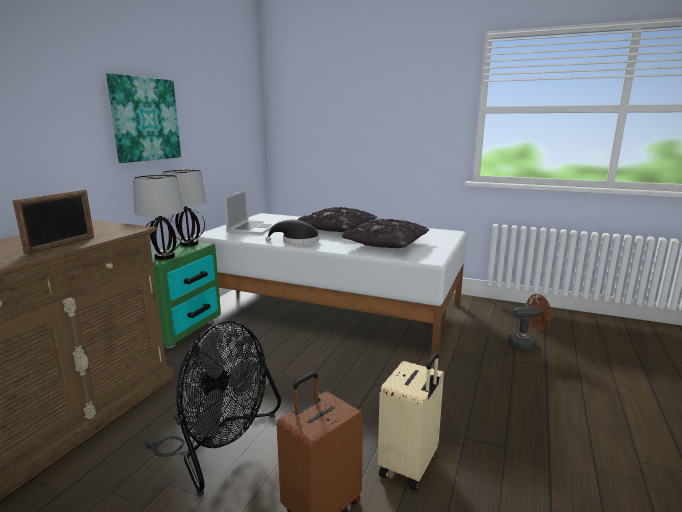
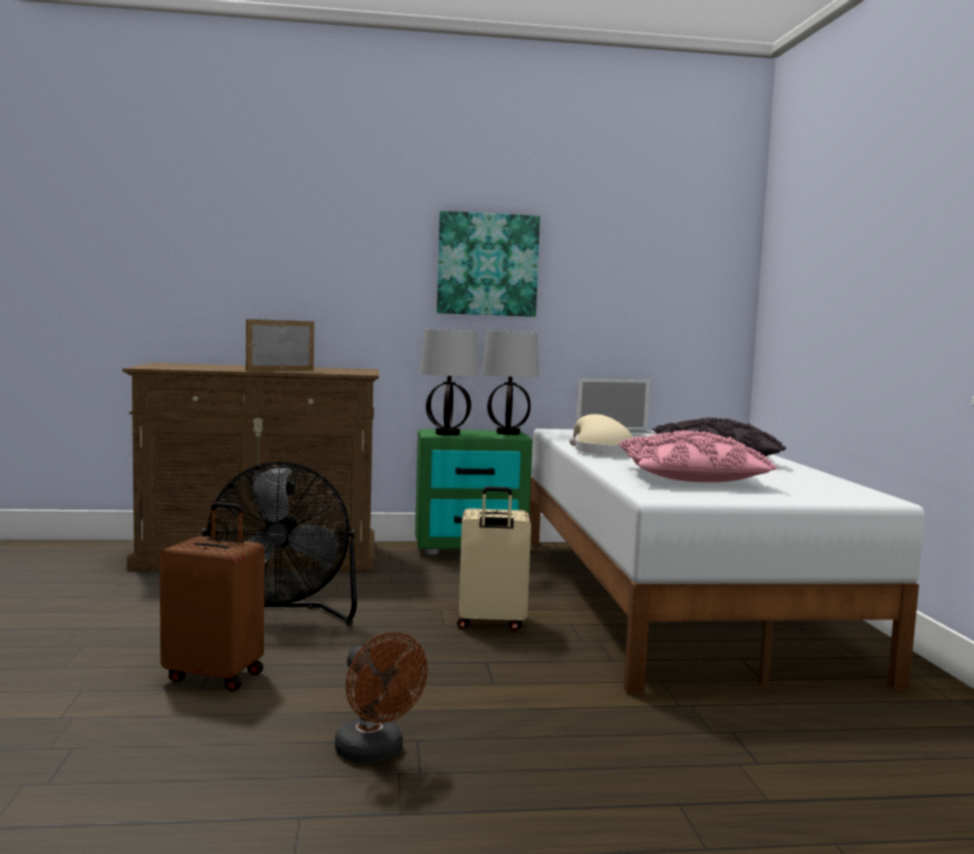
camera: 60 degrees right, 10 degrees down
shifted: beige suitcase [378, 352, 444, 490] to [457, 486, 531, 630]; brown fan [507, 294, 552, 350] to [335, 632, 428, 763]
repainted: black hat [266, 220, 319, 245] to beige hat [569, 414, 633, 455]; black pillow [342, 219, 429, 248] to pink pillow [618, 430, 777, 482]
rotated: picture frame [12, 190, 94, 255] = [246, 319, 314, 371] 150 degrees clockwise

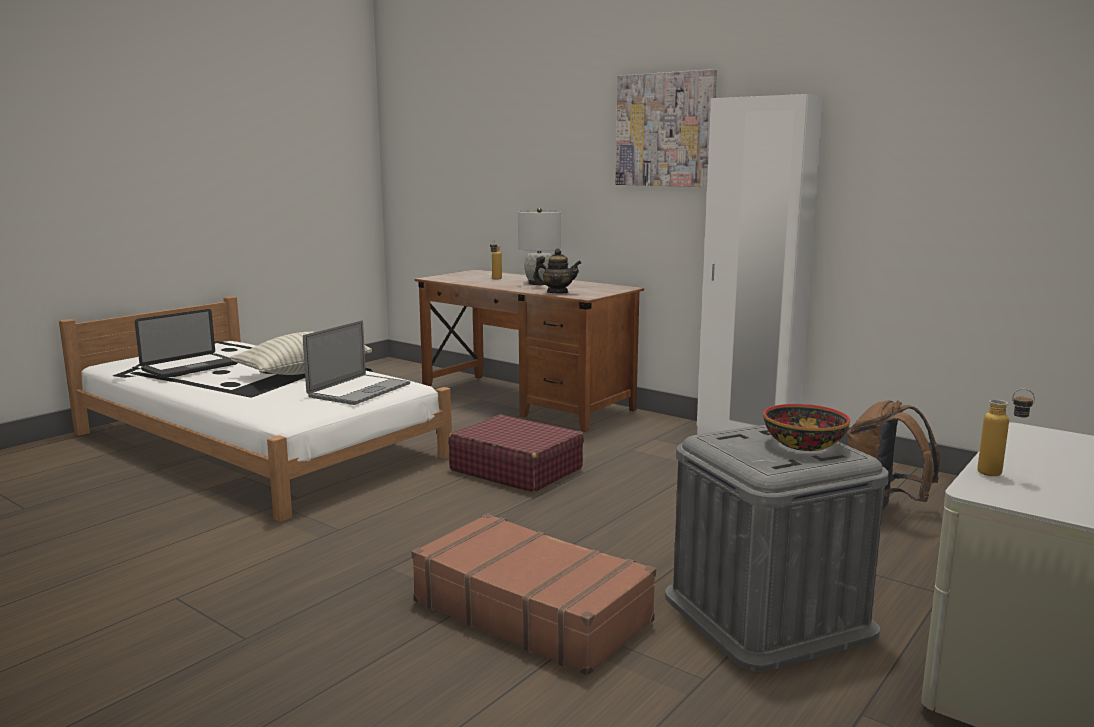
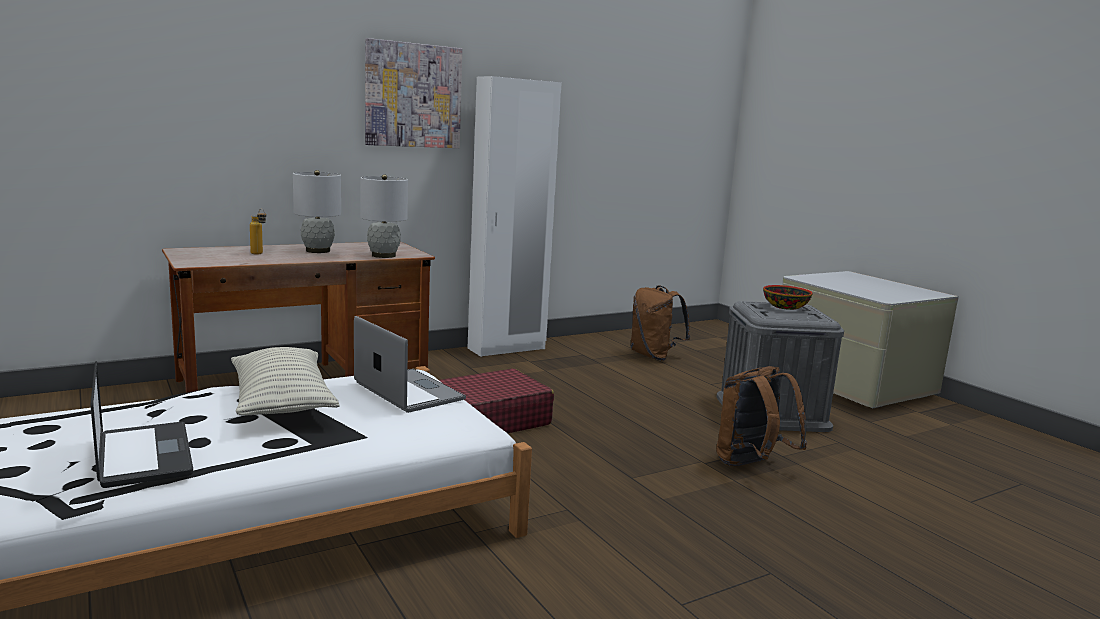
camera: 70 degrees left, 0 degrees up
gone: bottle [977, 389, 1035, 476]
swapped: brown suitcase [411, 513, 656, 676] to brown backpack [716, 366, 808, 466]; teapot [533, 249, 581, 293] to white table lamp [361, 174, 408, 258]

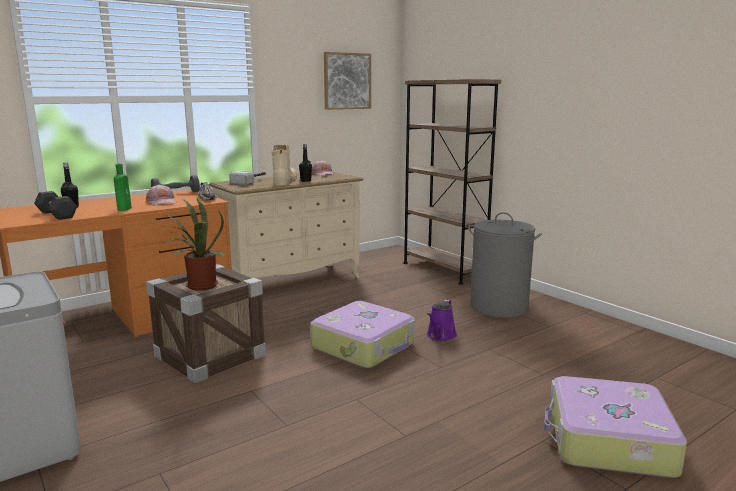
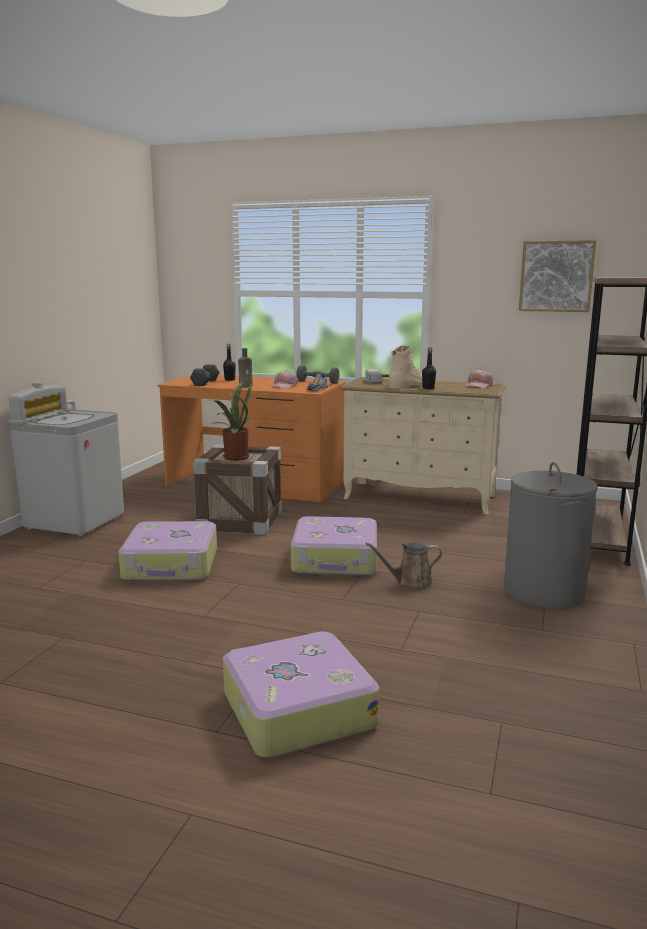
camera: 55 degrees right, 0 degrees up
new: suitcase [118, 521, 217, 581]
repainted: green bottle [114, 164, 132, 211] to brown bottle [238, 348, 253, 387]; purple watering can [427, 299, 457, 341] to brown watering can [366, 542, 442, 589]

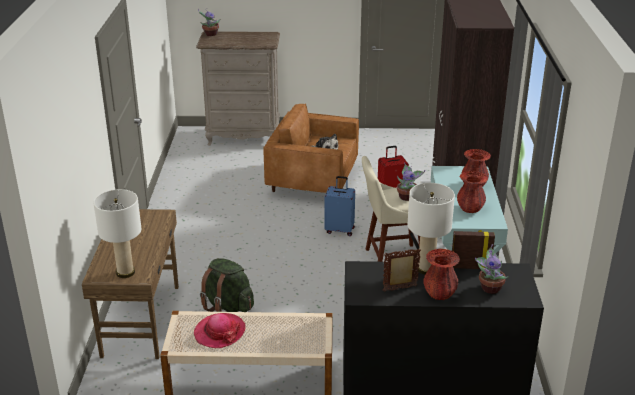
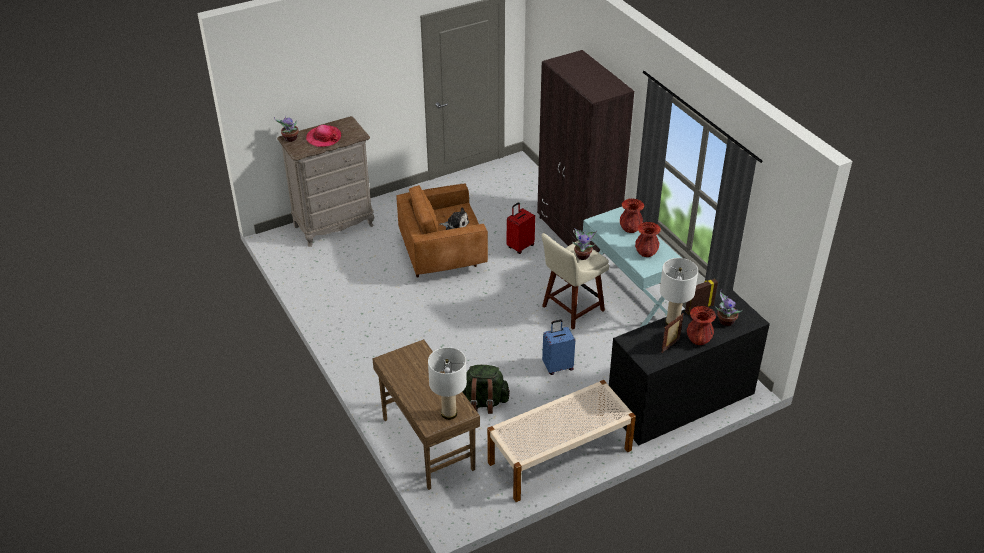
camera: 30 degrees left, 10 degrees up
shifted: hat [194, 313, 246, 348] to [306, 125, 341, 147]; blue suitcase [324, 176, 355, 236] to [542, 320, 575, 375]

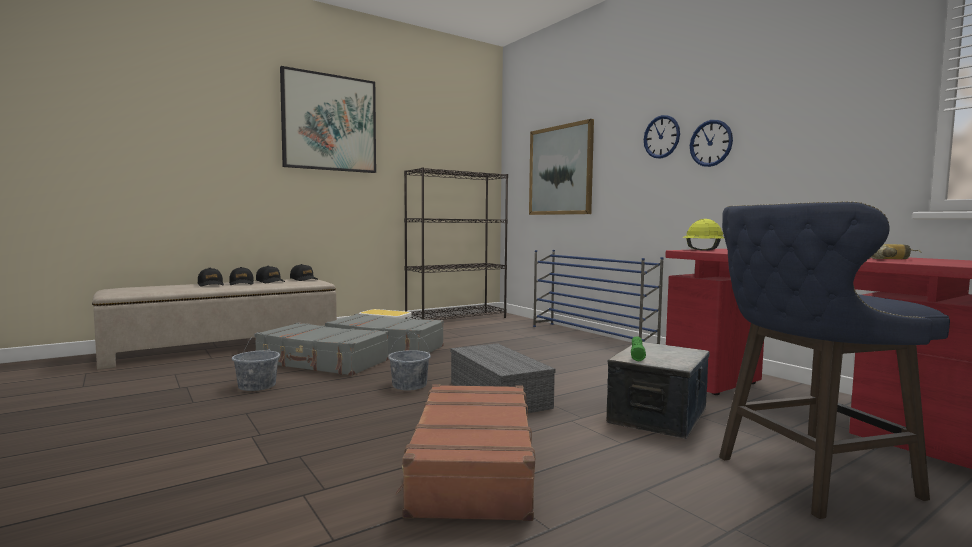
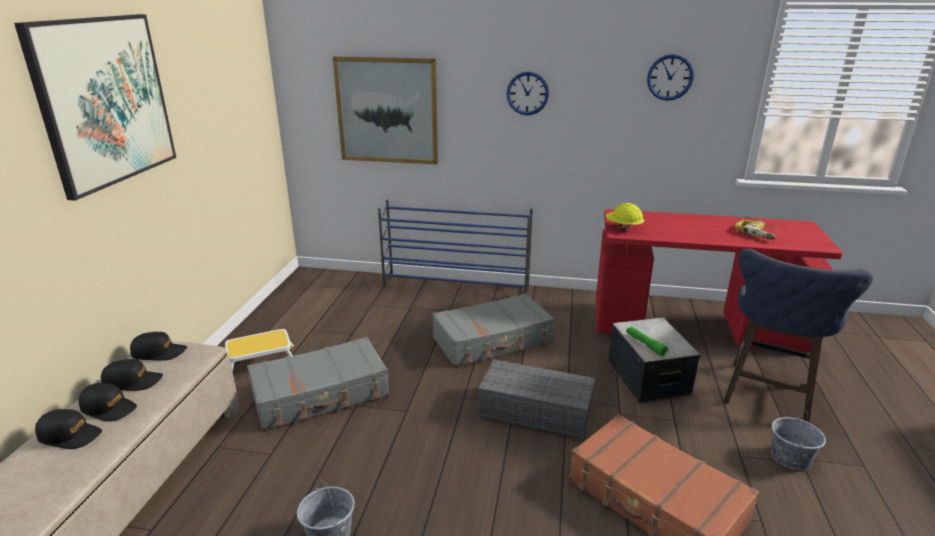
camera: 45 degrees left, 20 degrees up
gone: black bookcase [404, 167, 508, 320]
shifted: grey suitcase [255, 323, 389, 376] to [432, 293, 555, 367]; grey bucket [388, 333, 431, 390] to [771, 410, 826, 470]; wall clock [690, 120, 733, 167] to [647, 54, 694, 101]

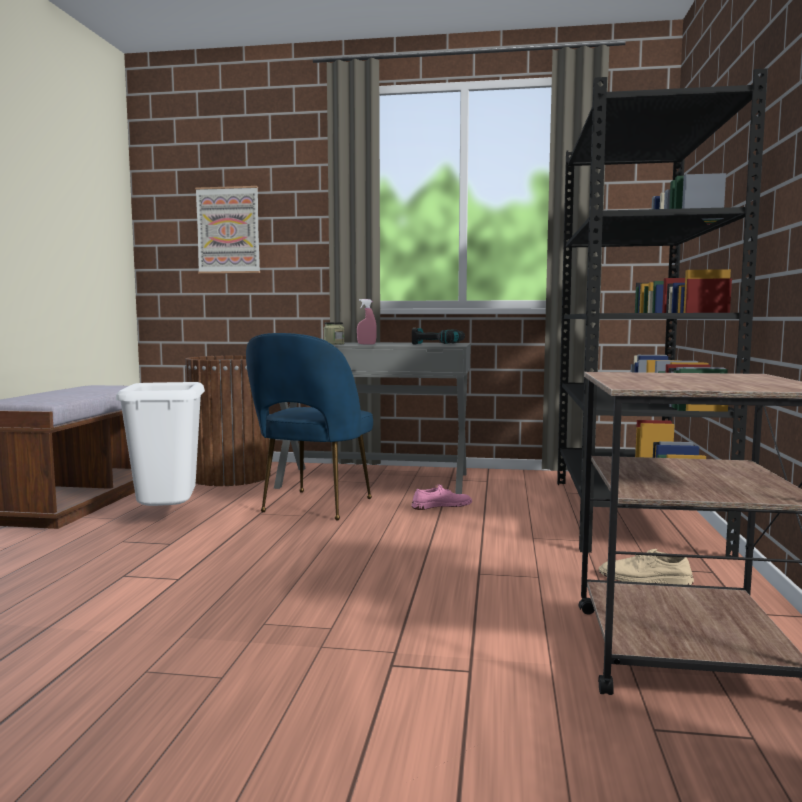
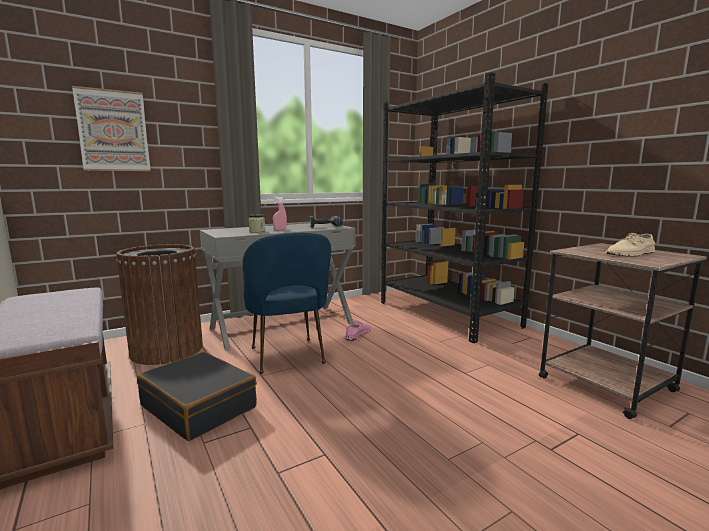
camera: 40 degrees left, 5 degrees up
shifted: beige shoe [599, 549, 694, 585] to [606, 233, 655, 256]
swapped: white trash can [116, 382, 205, 506] to black suitcase [137, 352, 257, 441]

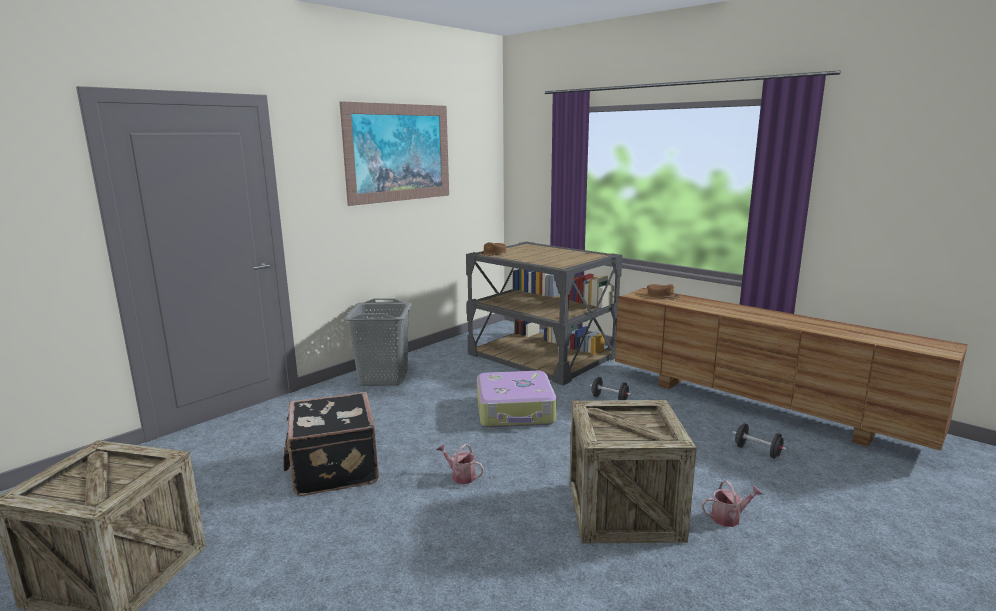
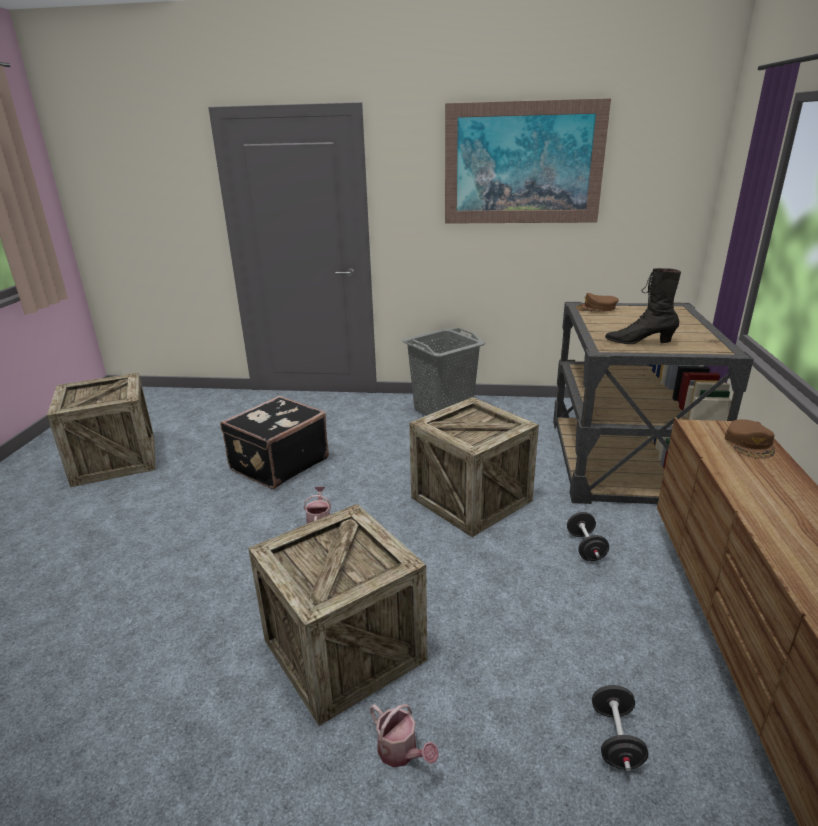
camera: 55 degrees right, 10 degrees up
new: black boot [605, 268, 681, 344]
swapped: suitcase [477, 371, 557, 427] to crate [409, 397, 539, 537]

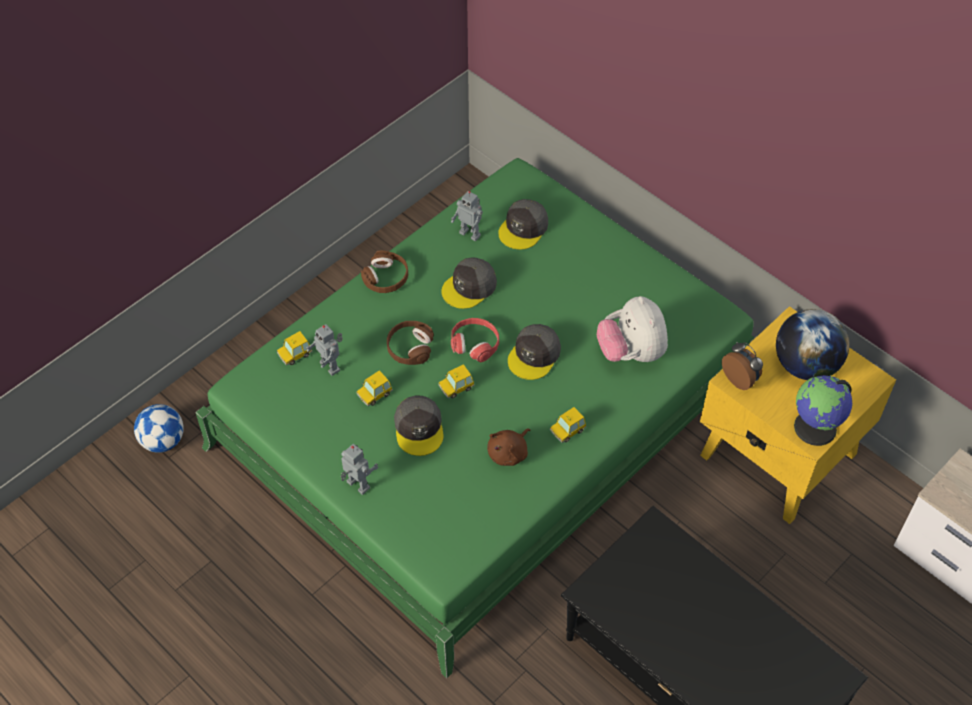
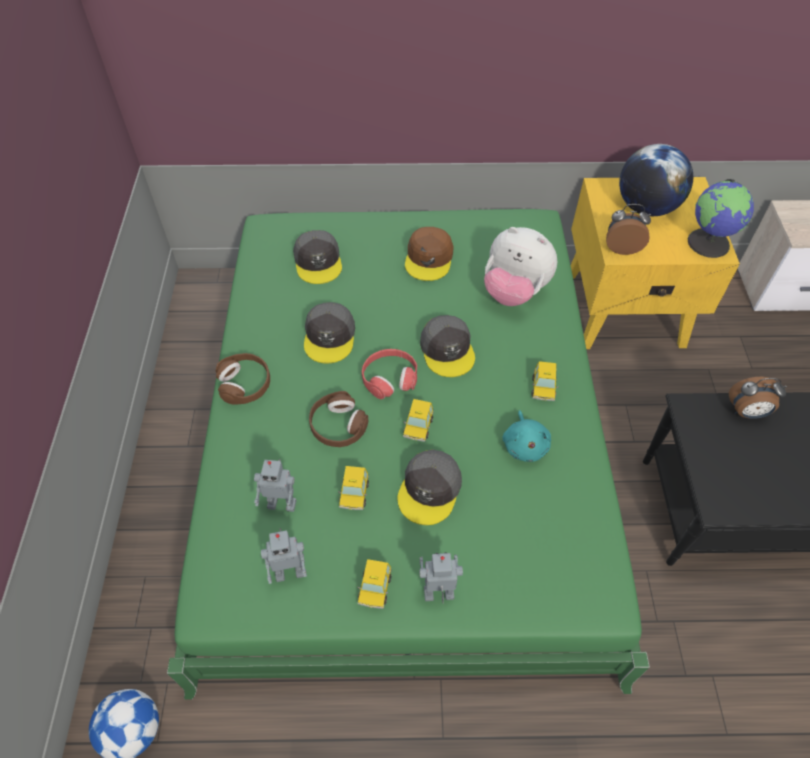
camera: 45 degrees left, 0 degrees up
new: brown cap [405, 227, 454, 281]; alarm clock [729, 377, 787, 419]
shifted: toy car [277, 331, 313, 365] to [357, 559, 392, 609]; toy robot [451, 191, 483, 241] to [261, 528, 307, 584]
repainted: brown plush toy [487, 428, 530, 466] to turquoise plush toy [502, 410, 551, 462]
rotated: grey cap [394, 396, 444, 456] = [397, 449, 462, 525] 75 degrees clockwise

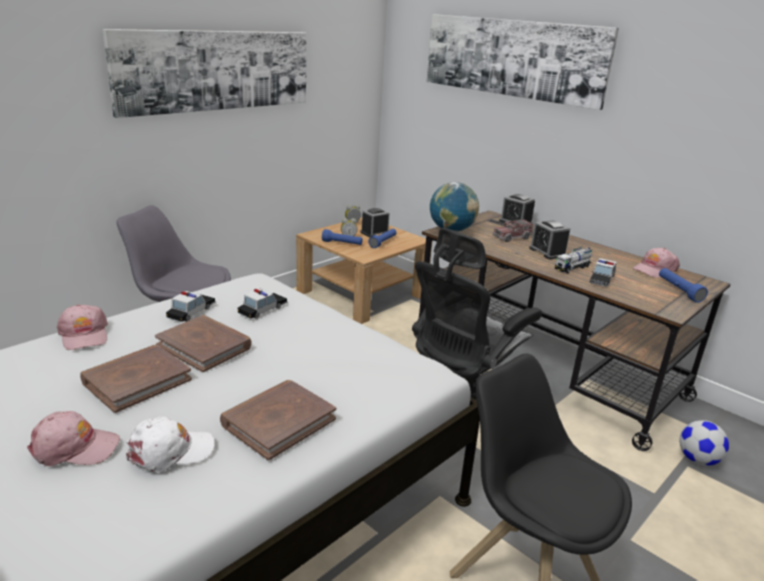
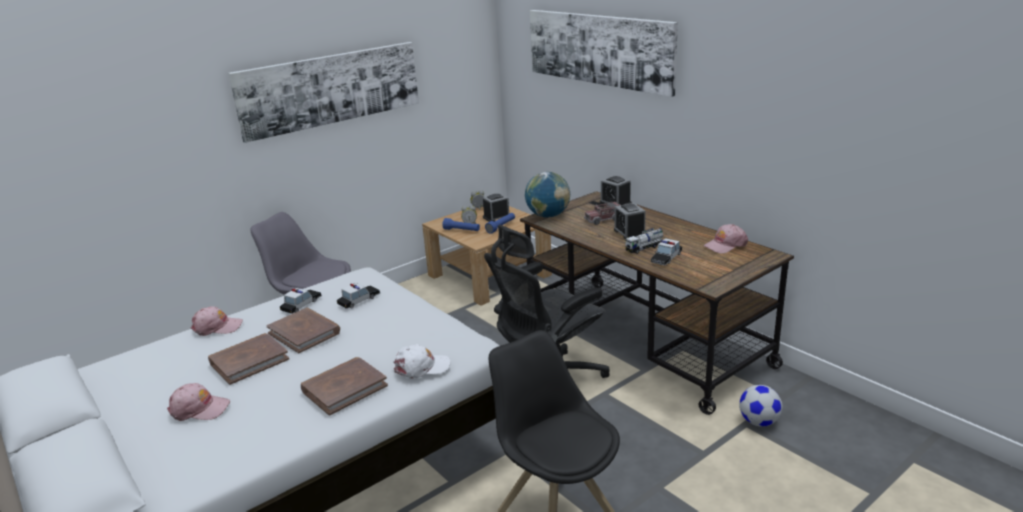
camera: 10 degrees right, 0 degrees up
gone: blue flashlight [659, 268, 708, 303]
shifted: white cap [126, 416, 215, 472] to [393, 344, 450, 379]
rotated: pink cap [57, 304, 108, 350] = [190, 306, 243, 336] 75 degrees counterclockwise

